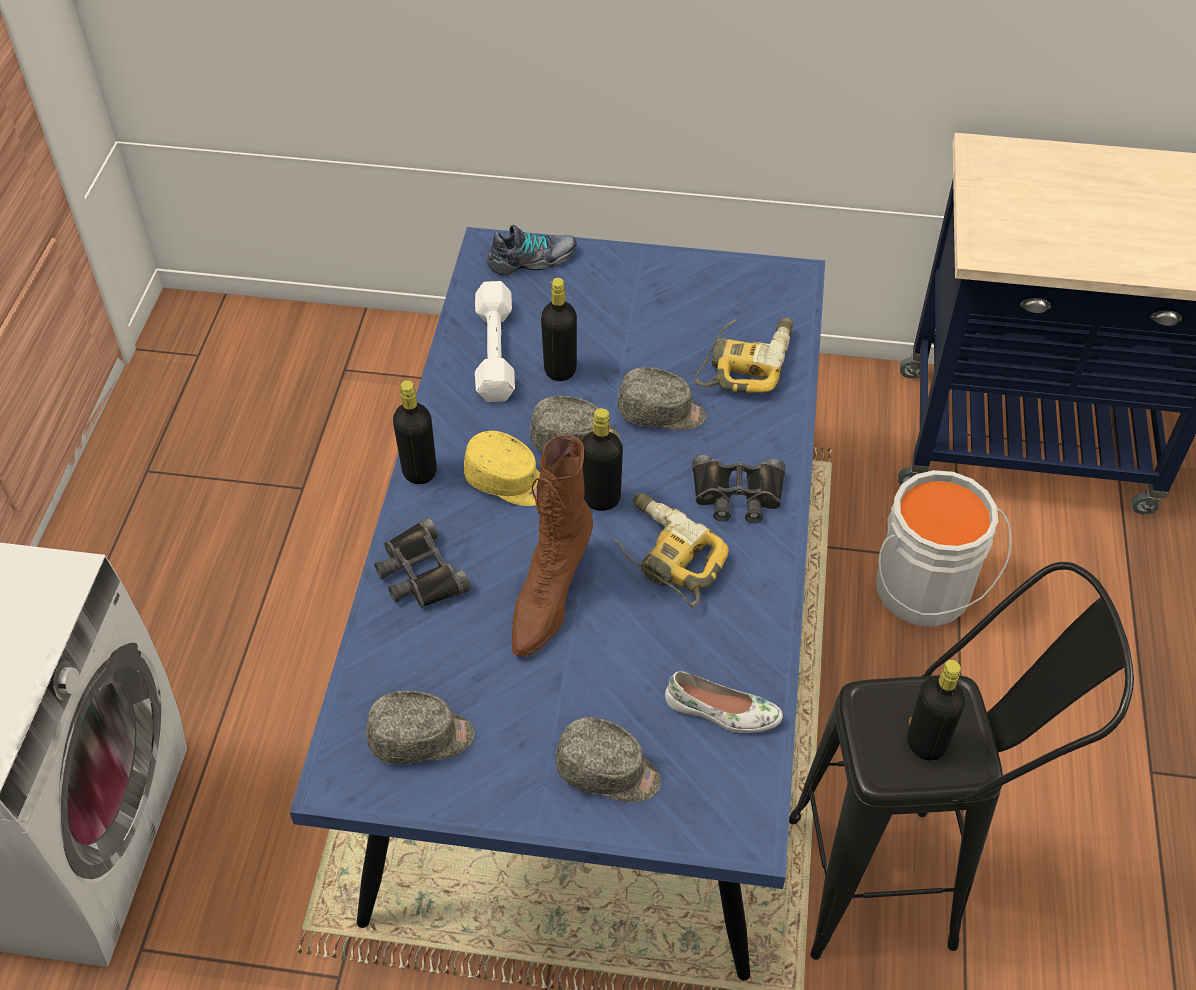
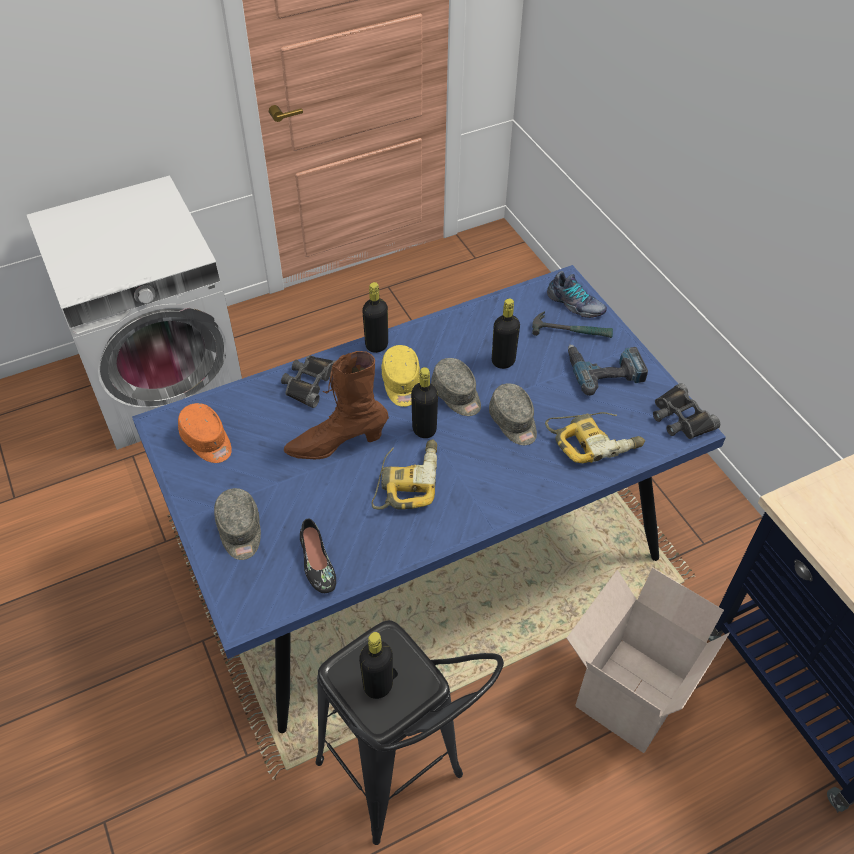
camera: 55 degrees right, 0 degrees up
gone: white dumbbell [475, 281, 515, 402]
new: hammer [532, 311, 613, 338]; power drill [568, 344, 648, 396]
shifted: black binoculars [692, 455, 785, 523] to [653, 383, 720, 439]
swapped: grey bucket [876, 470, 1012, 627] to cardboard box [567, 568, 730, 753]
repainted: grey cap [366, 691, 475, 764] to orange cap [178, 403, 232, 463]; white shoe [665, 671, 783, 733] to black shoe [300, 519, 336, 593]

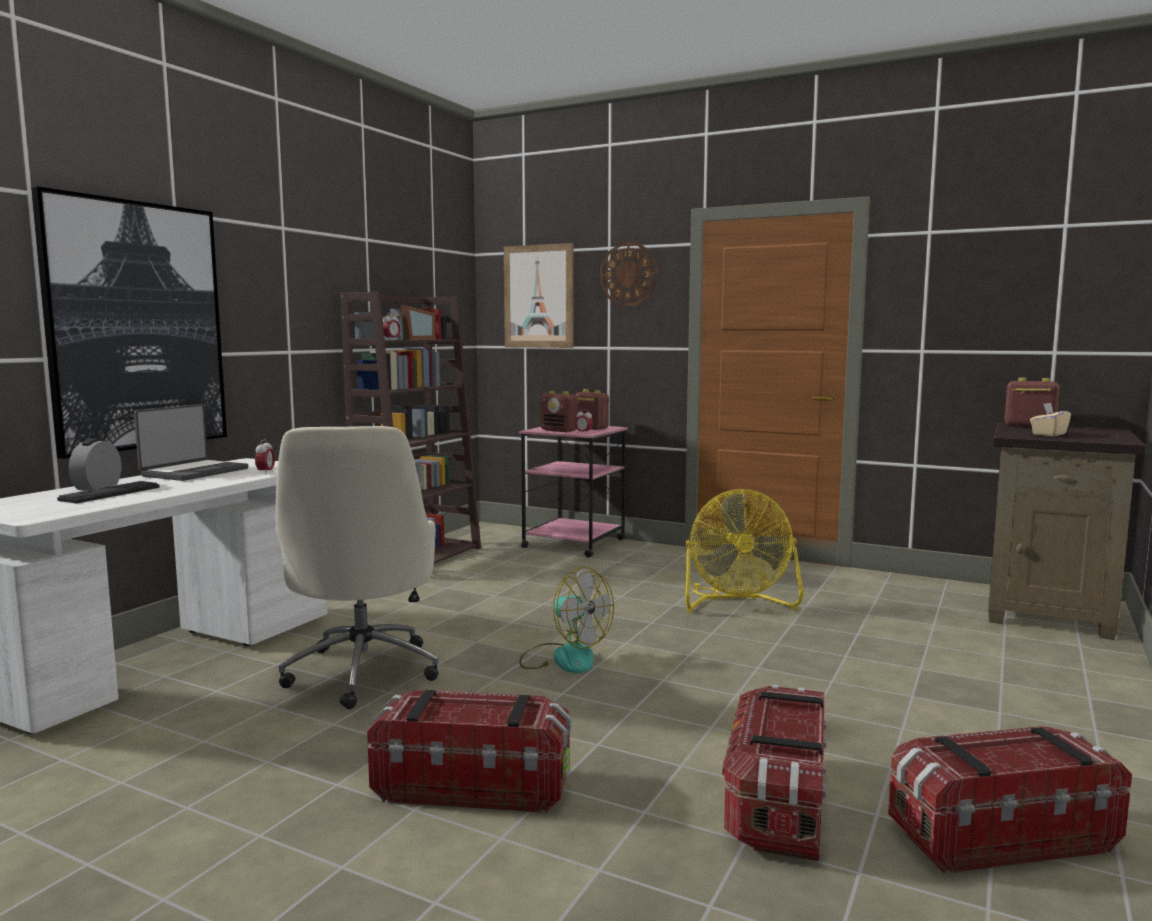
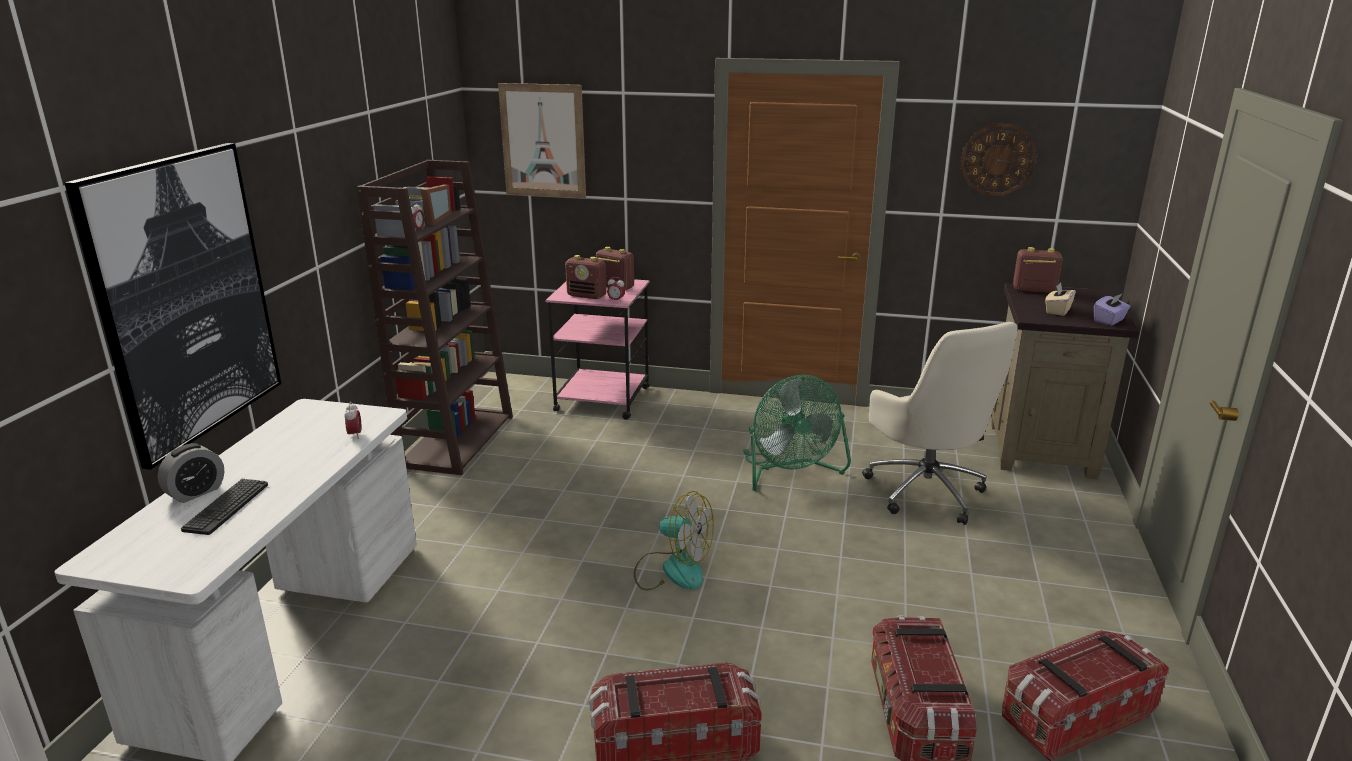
camera: 15 degrees left, 15 degrees up
gone: laptop [134, 404, 248, 481]
new: purple tissue box [1094, 293, 1130, 326]
shifted: beige office chair [276, 426, 438, 709] to [862, 322, 1018, 525]; wall clock [600, 242, 658, 306] to [960, 123, 1037, 196]
repainted: yellow fan [686, 489, 803, 613] to green fan [743, 375, 851, 491]
rotated: alarm clock [69, 439, 121, 490] = [158, 443, 224, 503] 135 degrees counterclockwise

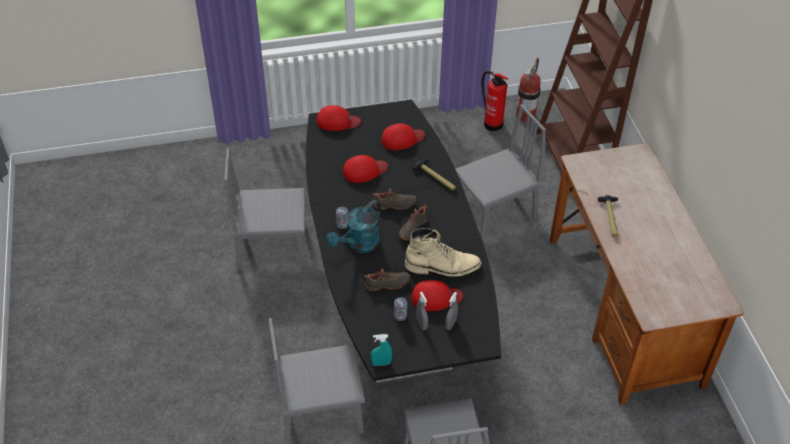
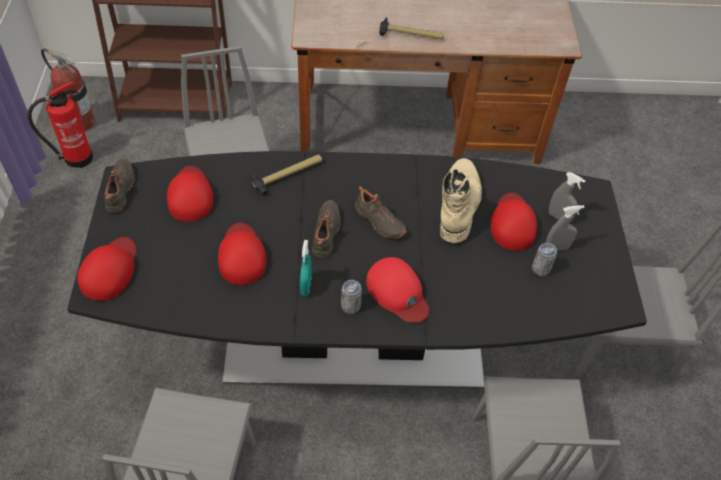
camera: 80 degrees left, 5 degrees up
shifted: black shoe [364, 269, 410, 291] to [104, 158, 135, 213]; turquoise spray bottle [371, 334, 392, 366] to [300, 240, 312, 296]
swapped: turquoise watering can [327, 200, 381, 253] to red cap [366, 257, 429, 323]

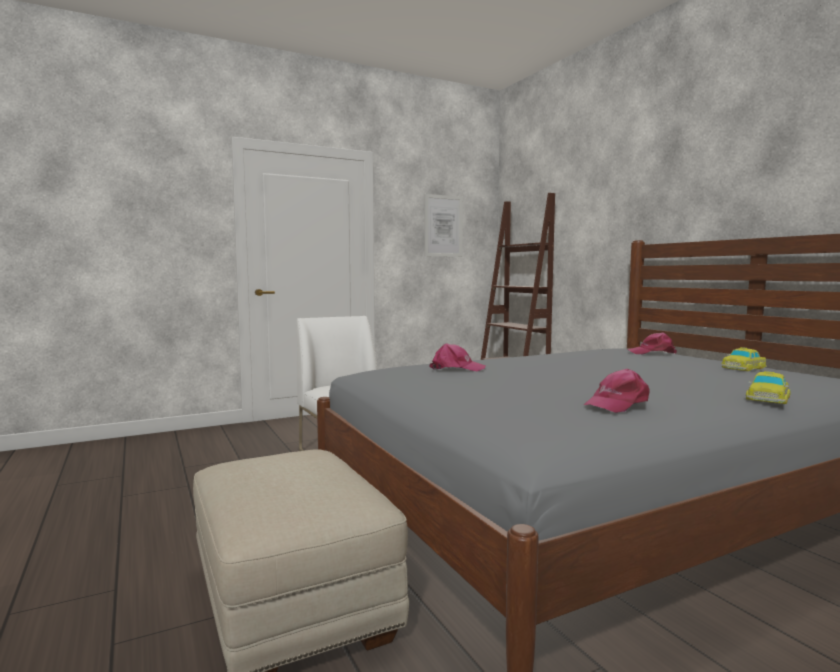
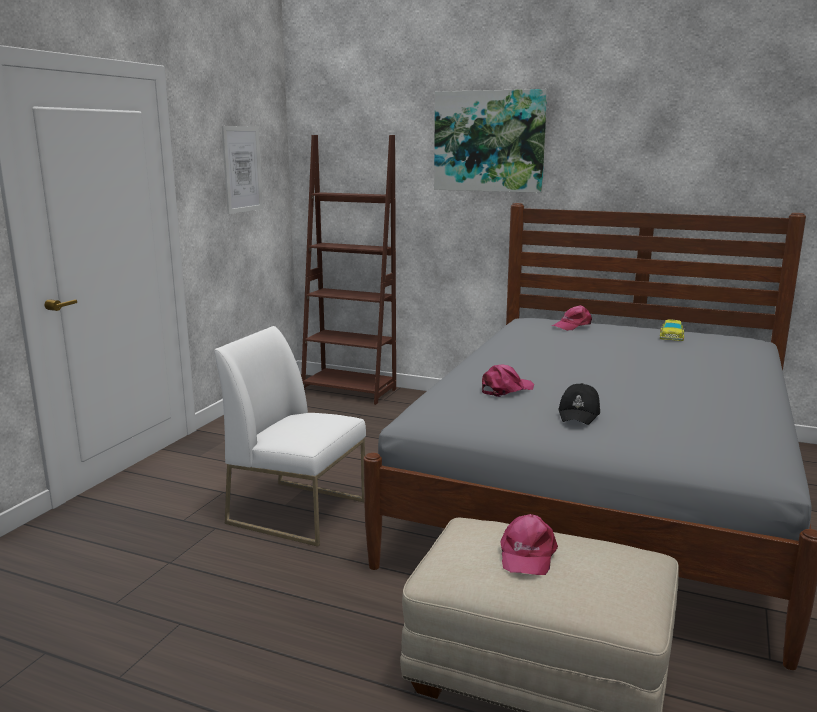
camera: 40 degrees left, 10 degrees up
gone: toy car [746, 371, 791, 404]
new: picture [434, 89, 547, 193]; black cap [558, 383, 600, 425]
shifted: pink cap [584, 369, 649, 413] to [500, 514, 558, 575]

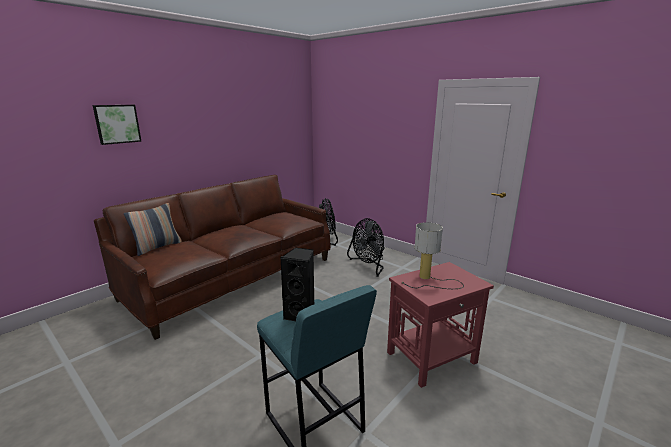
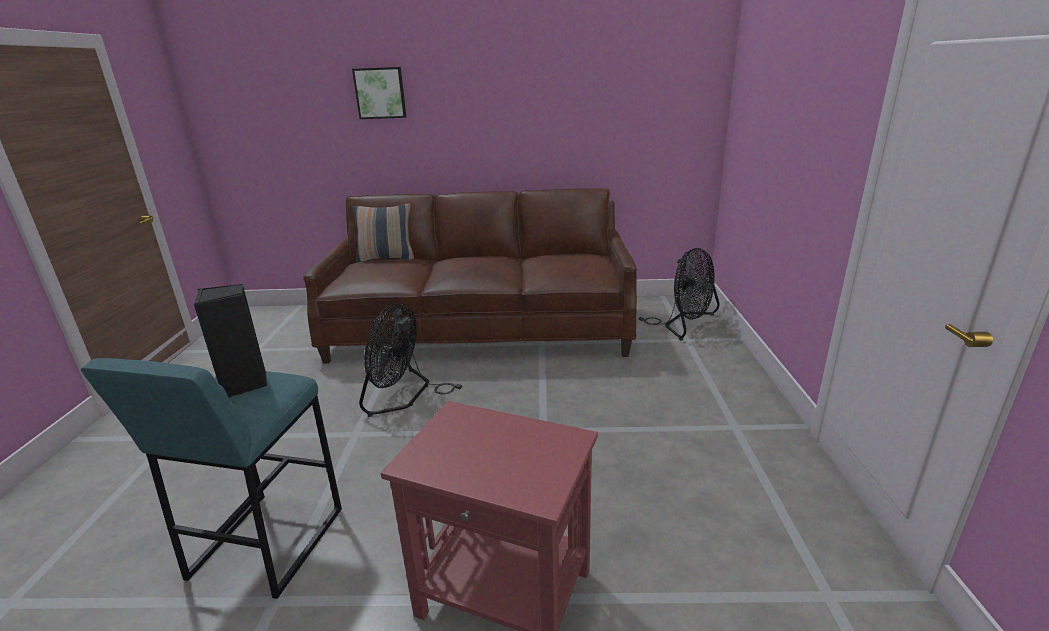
camera: 50 degrees right, 5 degrees up
gone: table lamp [402, 222, 464, 289]
shifted: black fan [347, 218, 385, 277] to [359, 303, 462, 417]

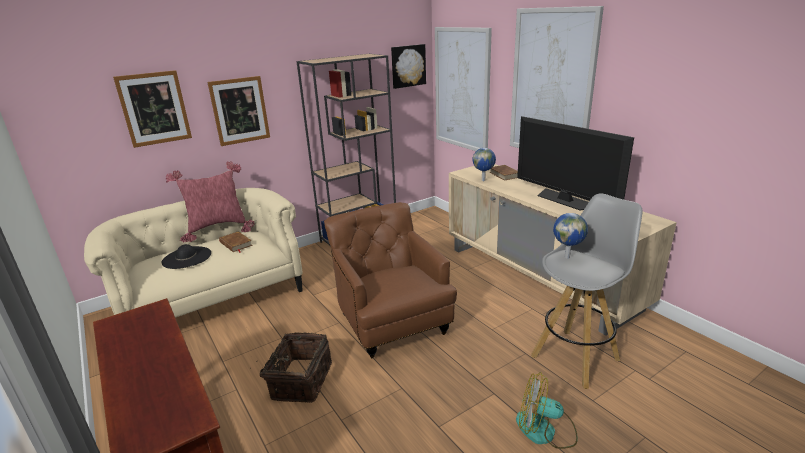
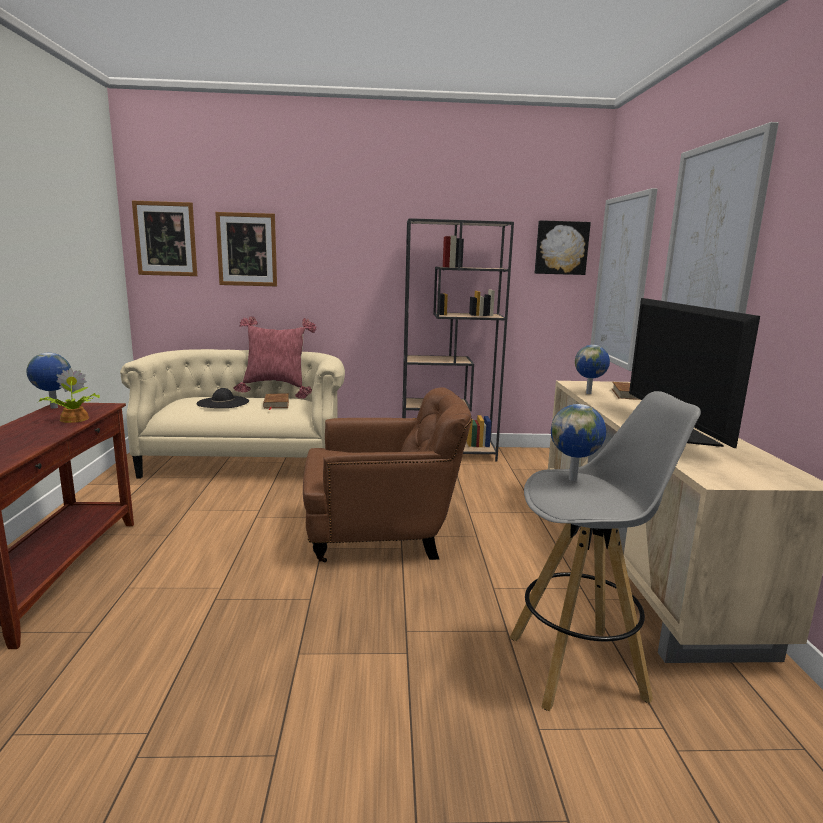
camera: 30 degrees right, 10 degrees down
gone: basket [250, 332, 332, 403]; fan [516, 372, 578, 449]
new: globe [26, 353, 71, 409]; potted plant [38, 368, 100, 423]
shifted: picture [207, 76, 270, 146] to [132, 201, 197, 276]
rotated: brown armchair [324, 202, 457, 358] = [303, 387, 472, 562] 75 degrees clockwise

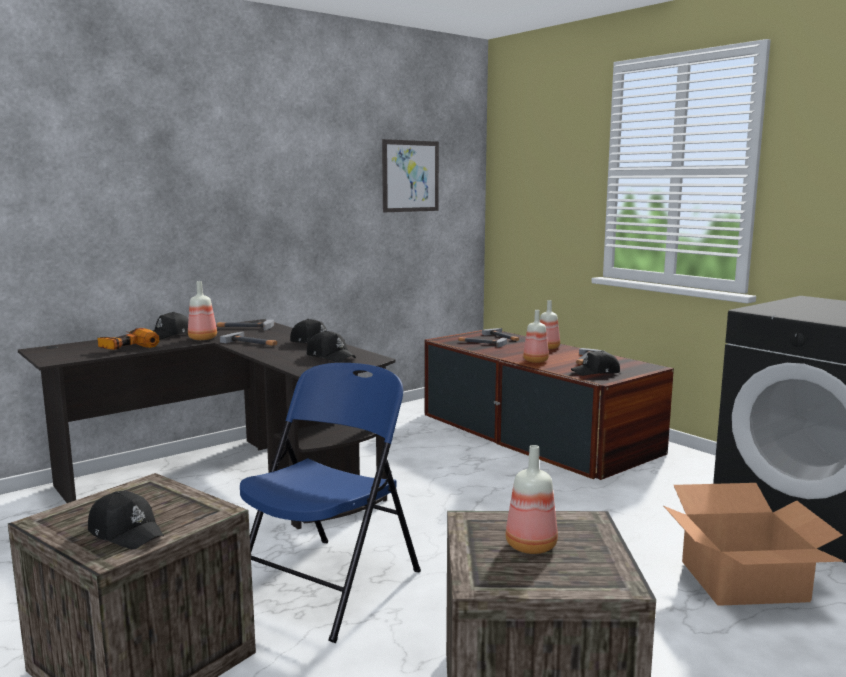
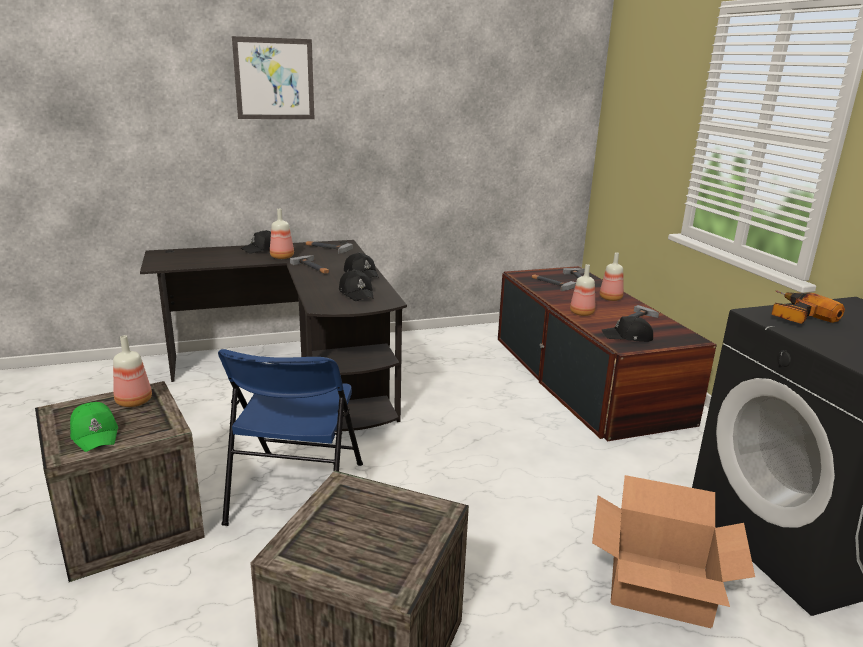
camera: 20 degrees right, 10 degrees up
shifted: power drill [97, 328, 159, 350] to [772, 290, 845, 324]; picture [382, 139, 439, 212] to [232, 36, 314, 119]; bottle [506, 445, 558, 554] to [113, 335, 152, 407]
repainted: black cap [88, 491, 164, 549] to green cap [70, 402, 118, 452]
rotated: blue chair [240, 363, 421, 643] = [218, 349, 363, 526] 135 degrees clockwise

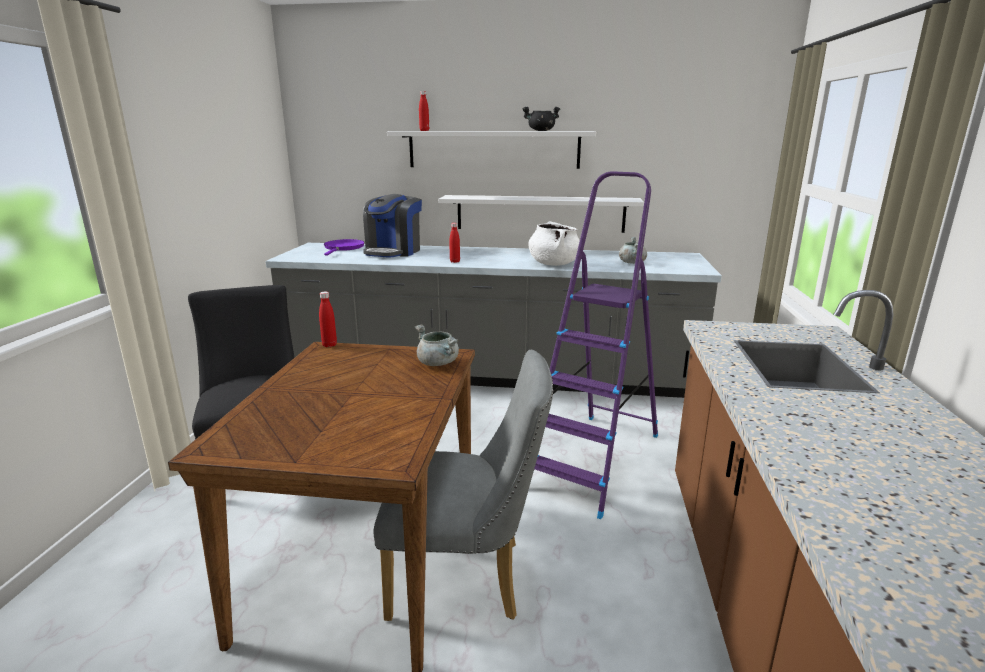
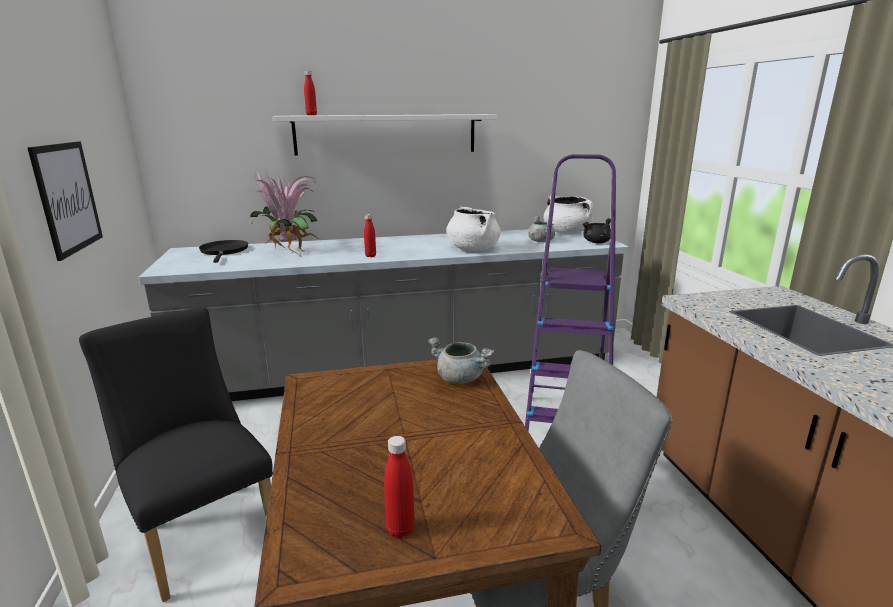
camera: 20 degrees left, 0 degrees up
gone: white shelf [438, 195, 644, 233]
new: picture [27, 141, 103, 261]; white cooking pot [544, 196, 594, 234]
shifted: red bottle [319, 291, 337, 347] to [384, 436, 415, 538]; black cooking pot [522, 107, 560, 131] to [583, 218, 611, 244]
swapped: coffee machine [363, 194, 422, 258] to potted plant [250, 171, 320, 255]
repainted: purple frying pan [324, 239, 365, 255] to black frying pan [199, 240, 248, 263]

